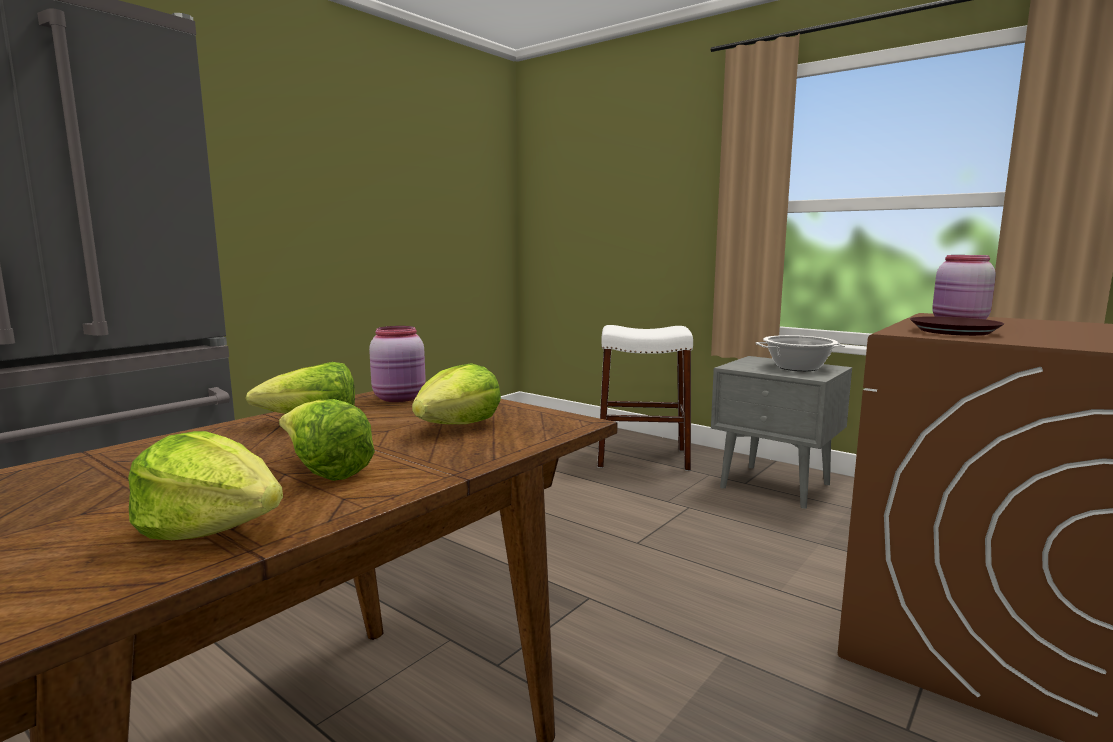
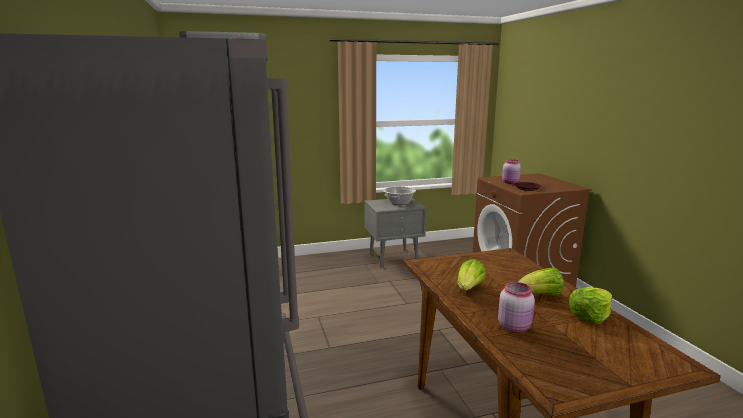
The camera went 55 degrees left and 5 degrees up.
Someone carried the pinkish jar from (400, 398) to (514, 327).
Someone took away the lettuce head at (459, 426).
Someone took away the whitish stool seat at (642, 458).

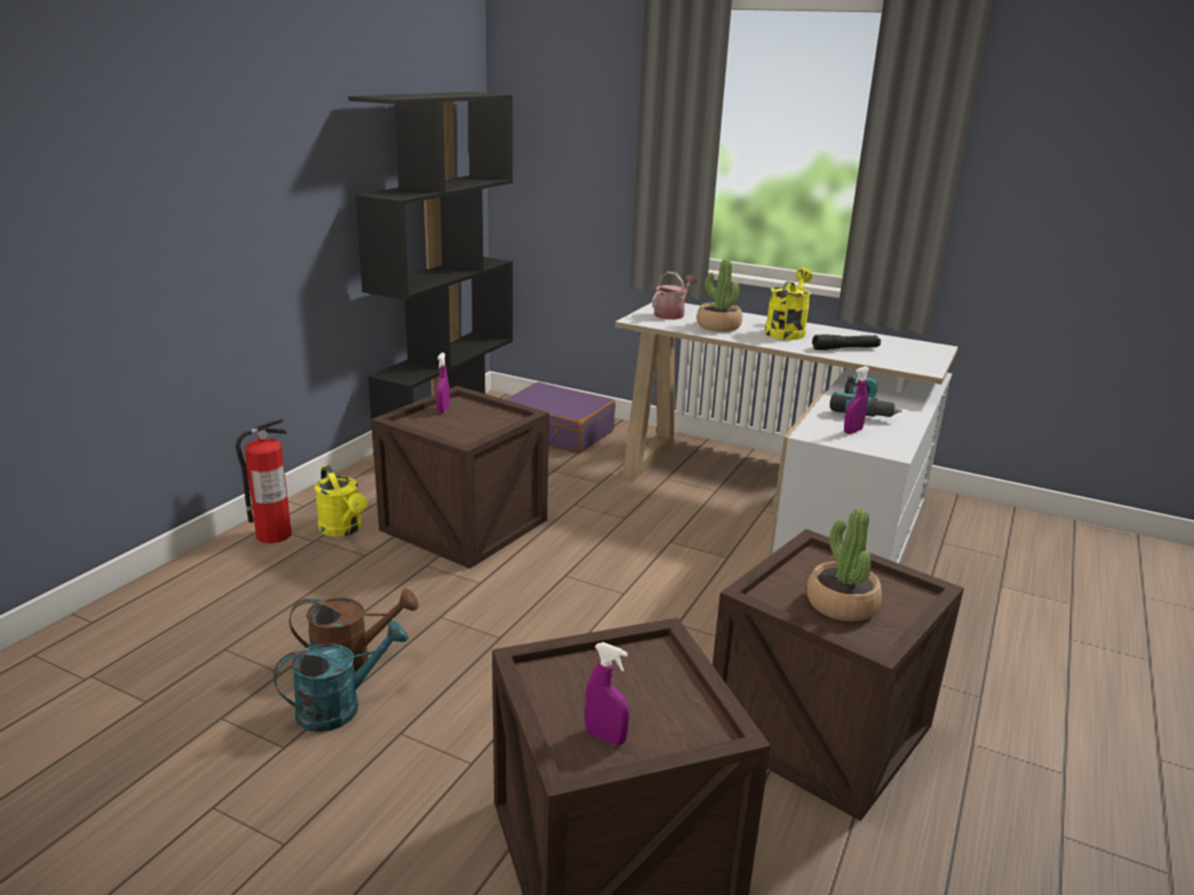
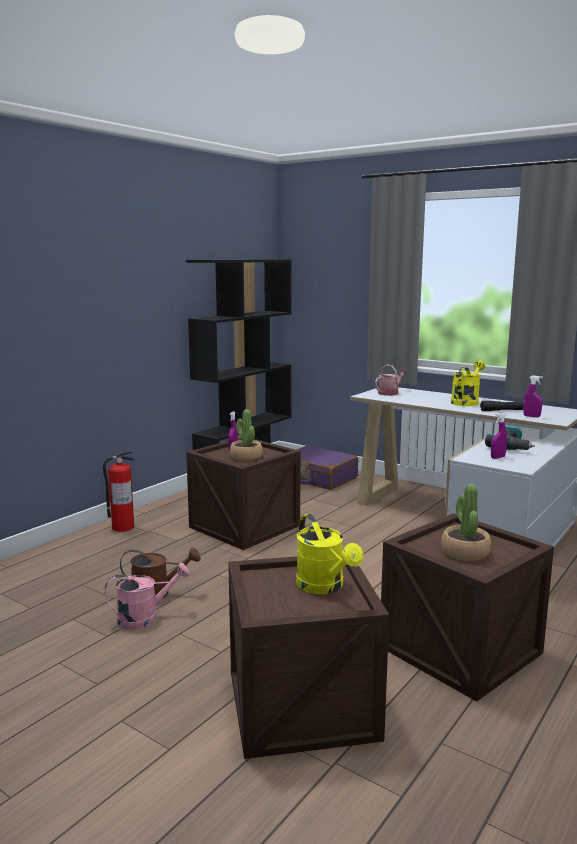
The camera went 10 degrees right and 10 degrees down.
Someone repainted the turquoise-coloured watering can at (340, 707), which became the pinkish watering can at (145, 617).
Someone carried the yellow watering can from (344, 529) to (325, 587).
Someone carried the purple spray bottle from (605, 737) to (531, 416).
Someone carried the houseplant from (718, 326) to (246, 457).

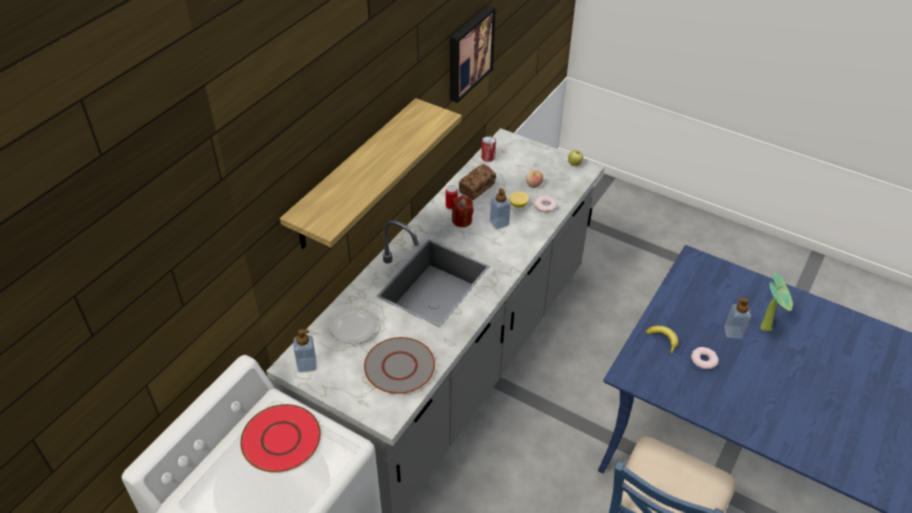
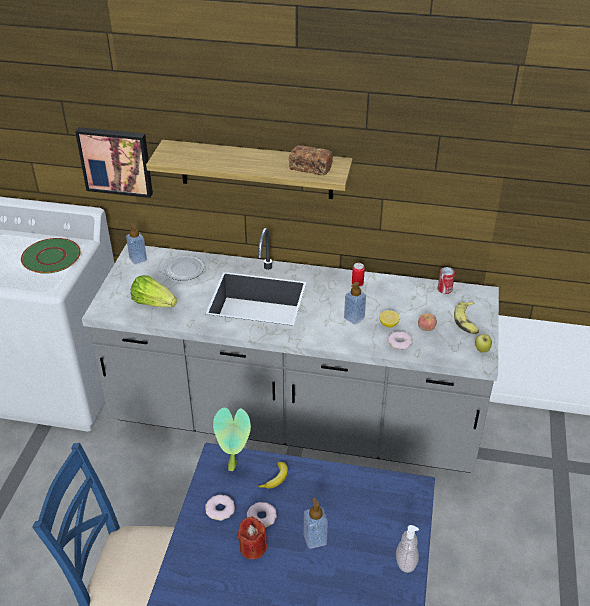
The camera went 70 degrees right and 5 degrees down.
Someone repainted the reddish flat dish at (281, 439), which became the green flat dish at (51, 257).
Someone swapped the grey flat dish at (399, 366) for the lettuce head at (153, 303).
Someone carried the wall picture from (468, 53) to (116, 160).
Someone carried the reddish wax candle from (462, 220) to (252, 548).
Someone carried the bread from (477, 188) to (310, 168).
Someone carried the houseplant from (767, 327) to (234, 467).
Someone put down the doughnut at (220, 509).
Someone put down the soap bottle at (406, 562).
Someone put down the banana fruit at (467, 321).

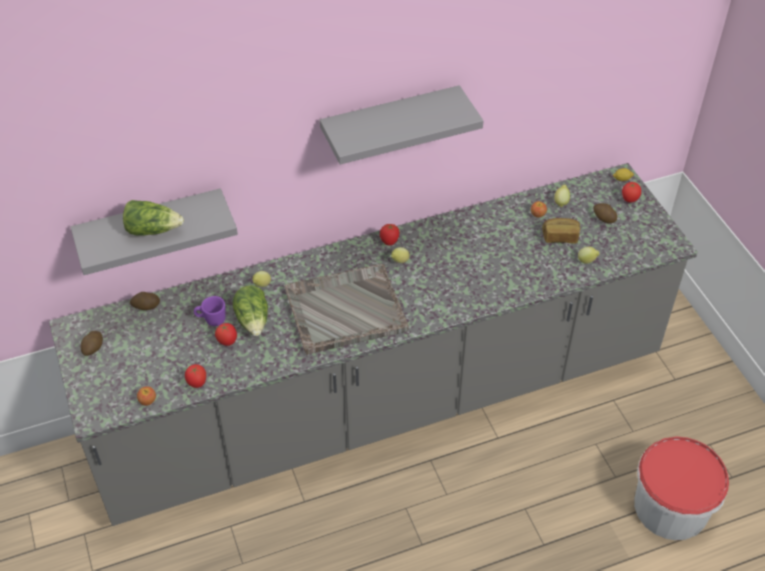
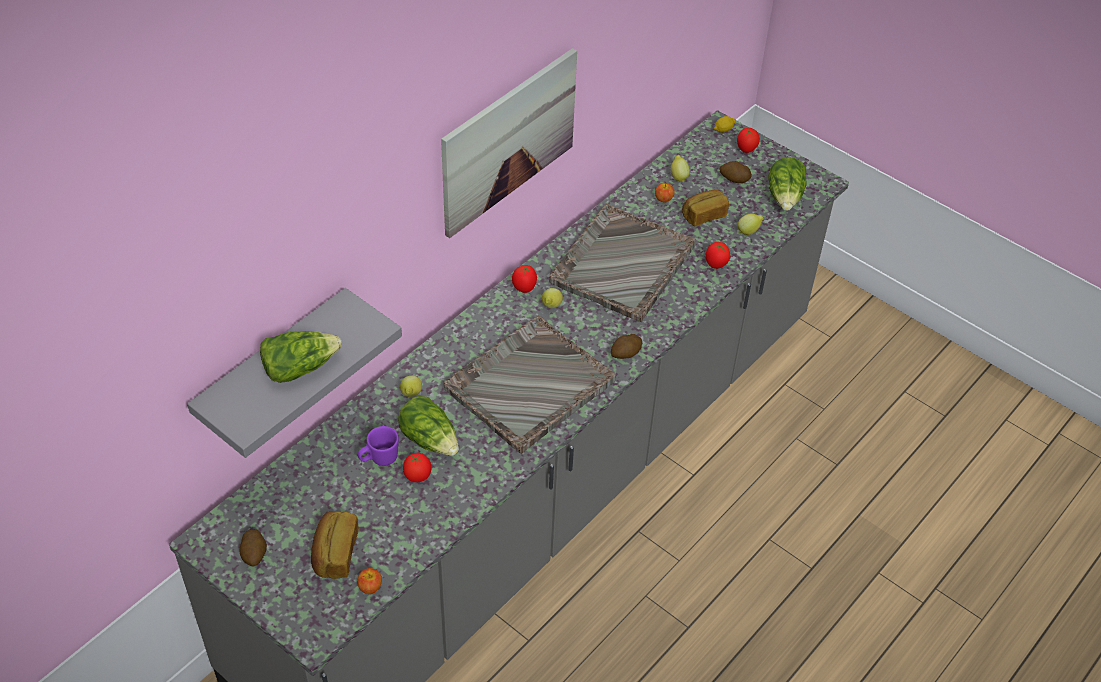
The camera went 30 degrees left and 0 degrees up.
Someone carried the potato from (146, 306) to (625, 354).
Someone carried the whole tomato from (197, 383) to (715, 265).
Someone swapped the grey shelf at (390, 124) for the wall picture at (508, 141).
Someone took away the pail at (671, 507).
Someone put down the bread at (335, 554).
Someone put down the grey tray at (621, 265).
Someone put down the lettuce head at (785, 197).

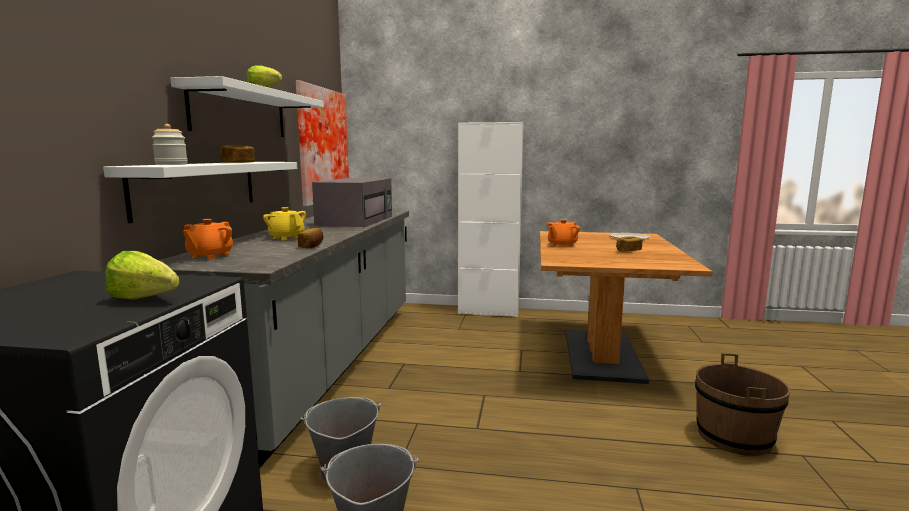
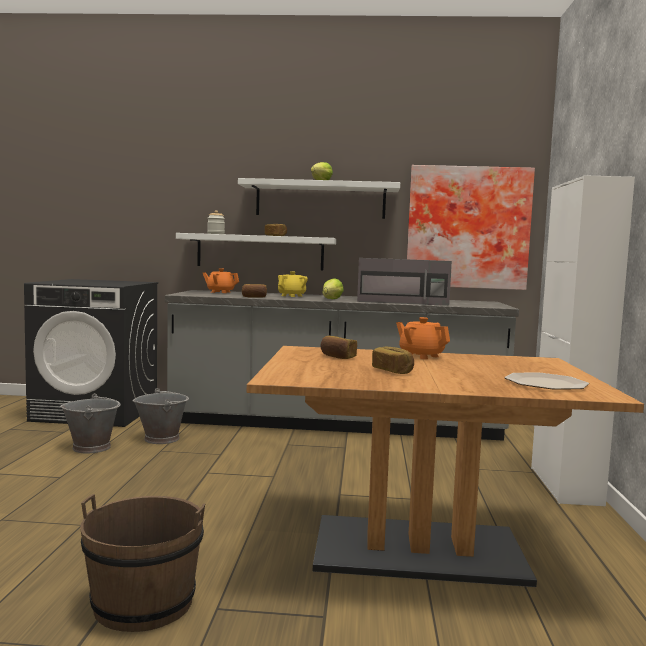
The camera went 85 degrees right and 5 degrees down.
Someone carried the lettuce head from (149, 300) to (329, 300).
Someone put down the bread at (337, 357).

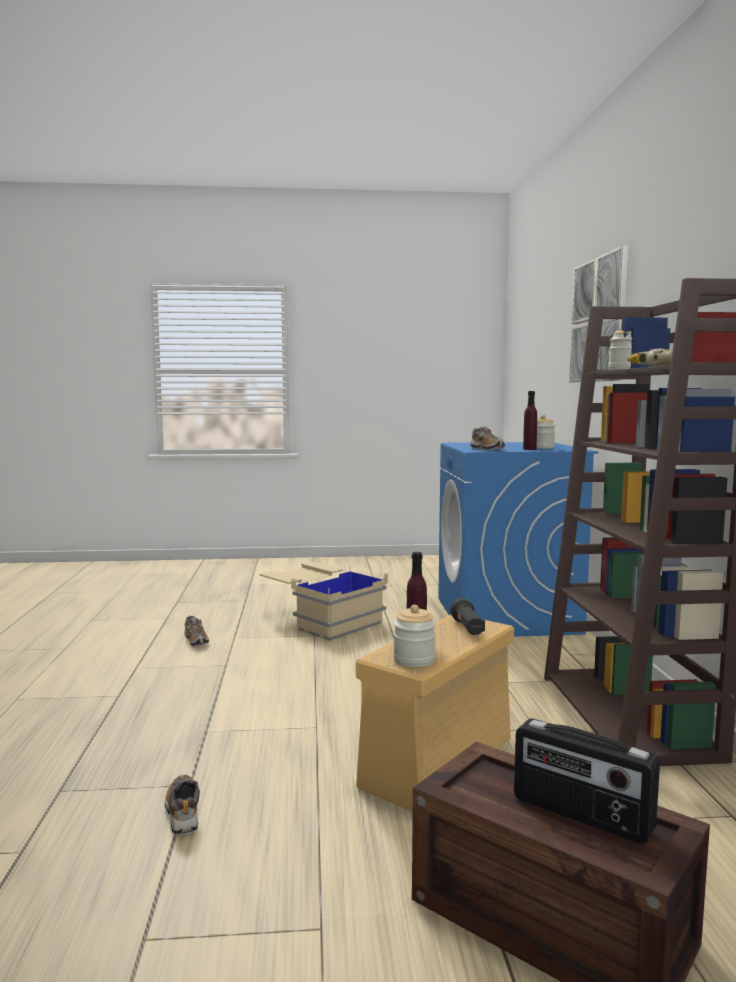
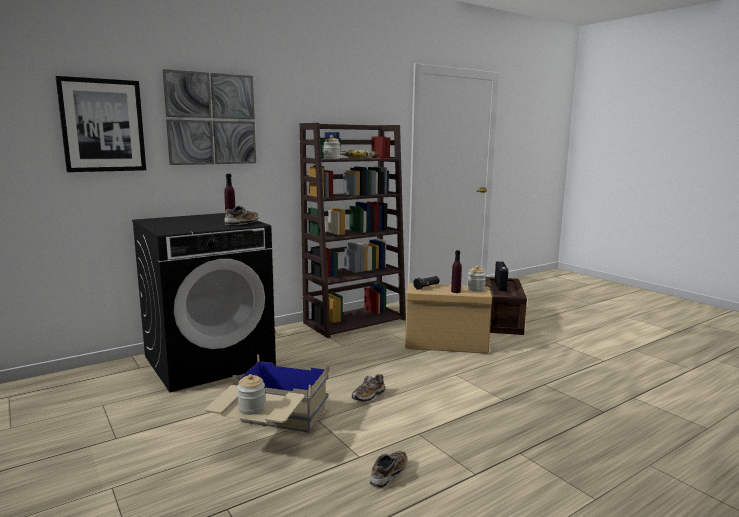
The camera went 120 degrees left and 5 degrees up.
Someone carried the shoe from (183, 813) to (368, 396).
Someone repainted the bluish laundry appliance at (507, 616), which became the blackish laundry appliance at (209, 360).
Someone carried the jar from (542, 447) to (251, 408).
Someone put up the wall picture at (103, 125).

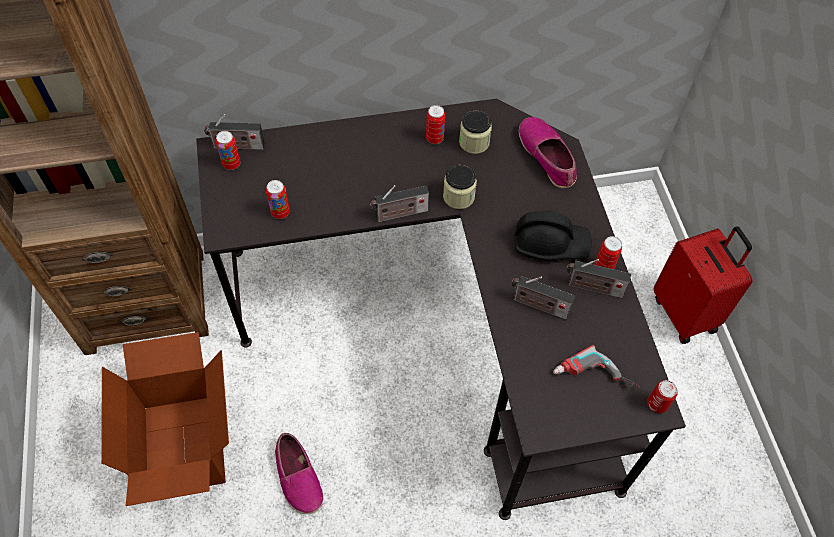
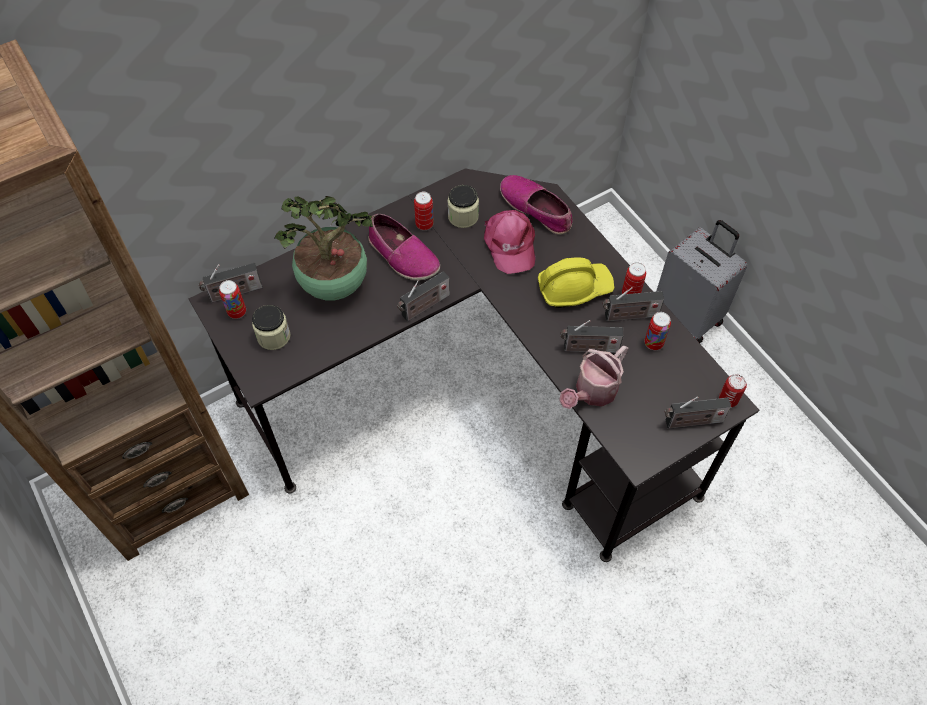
The camera went 20 degrees left and 0 degrees up.
Someone took away the cardboard box at (186, 445).
Someone carried the metal can from (280, 212) to (653, 343).
Someone carried the shoe from (298, 477) to (403, 256).
Someone carried the jar from (458, 196) to (273, 336).
Someone repainted the blackish hard hat at (550, 243), which became the yellow hard hat at (574, 288).
Someone took away the power drill at (593, 380).
Someone repainted the reddish piece of luggage at (685, 313), which became the grey piece of luggage at (688, 315).
Someone put down the houseplant at (336, 285).
Someone put down the pinkish baseball cap at (509, 244).
Someone put down the watering can at (592, 392).
Someone put down the radio receiver at (691, 422).

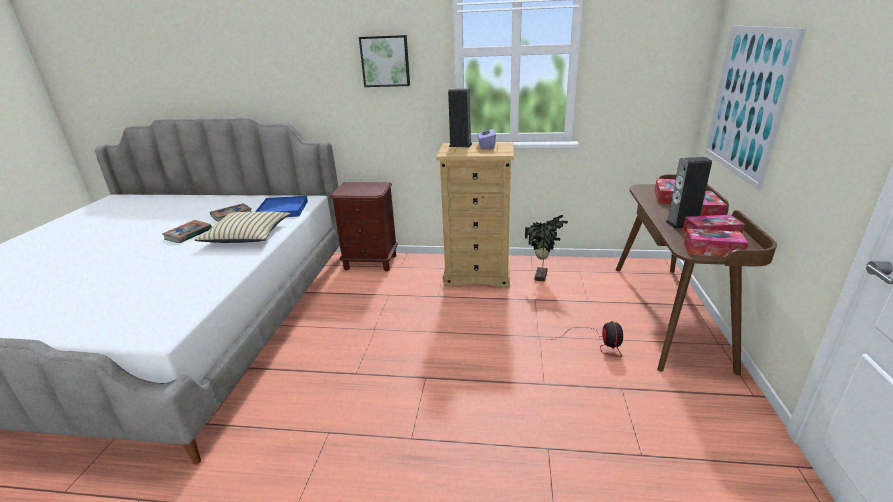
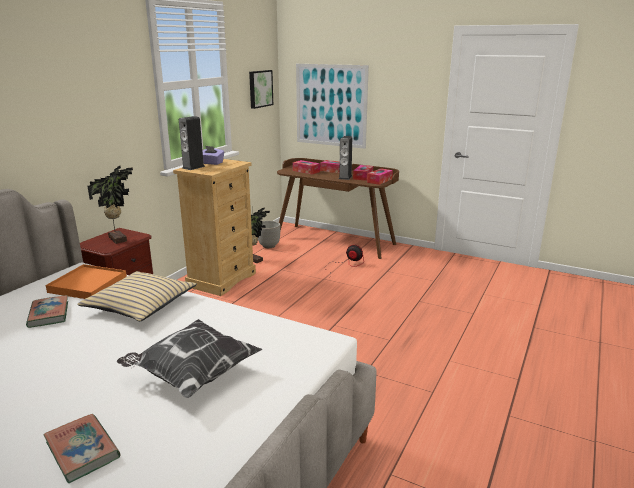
The camera went 70 degrees left and 5 degrees down.
Someone carried the volume from (188, 234) to (82, 450).
Someone repainted the bluish tray at (282, 210), which became the orange-coloured tray at (87, 285).
Someone carried the wall picture from (385, 61) to (260, 88).
Someone put down the houseplant at (119, 239).
Someone put down the throw pillow at (192, 375).
Someone put down the flower pot at (269, 246).

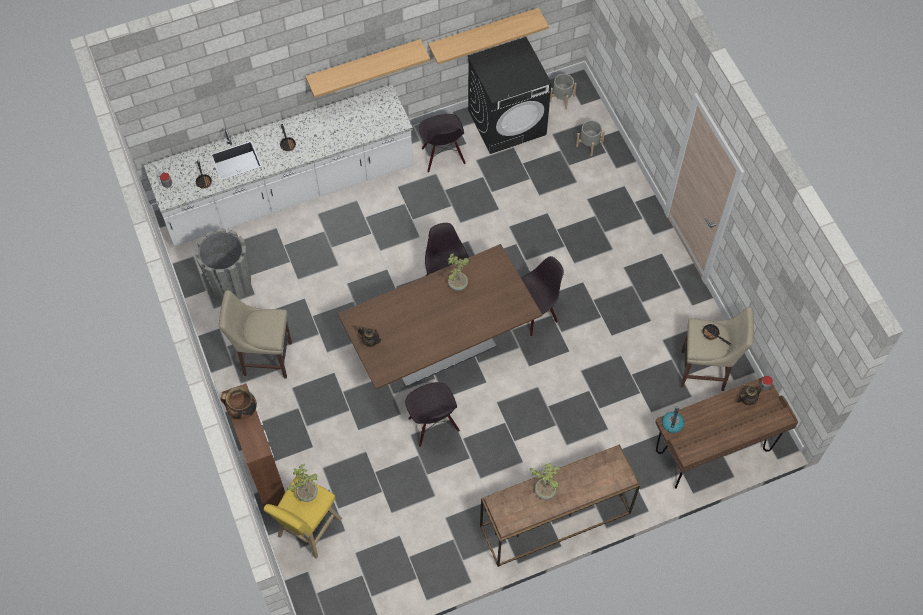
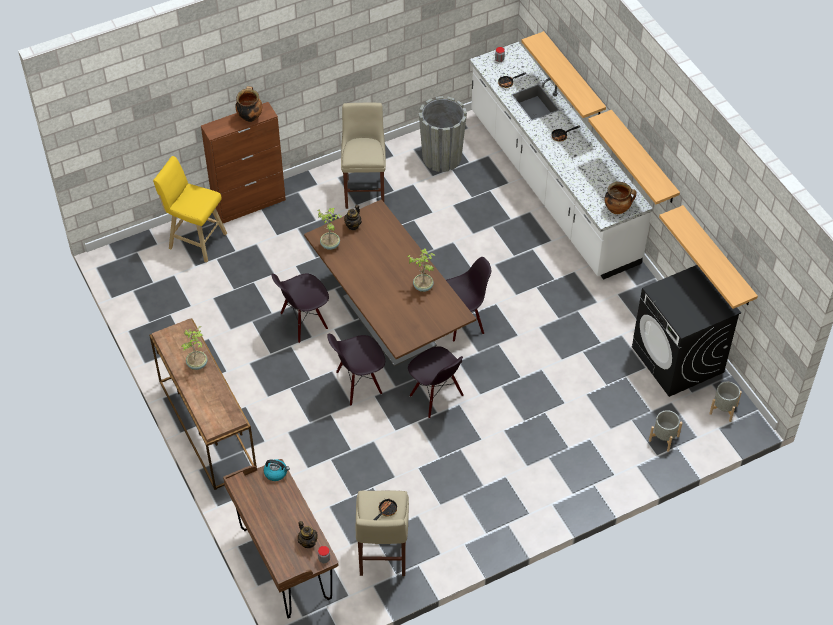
The camera went 85 degrees right and 10 degrees down.
Someone carried the houseplant from (307, 493) to (330, 244).
Someone carried the blackish upright chair from (442, 156) to (358, 384).
Someone put up the shelf at (573, 76).
Someone put down the cooking pot at (617, 209).

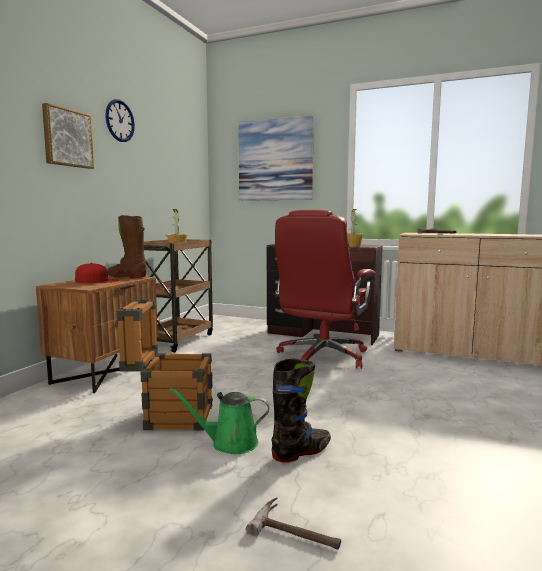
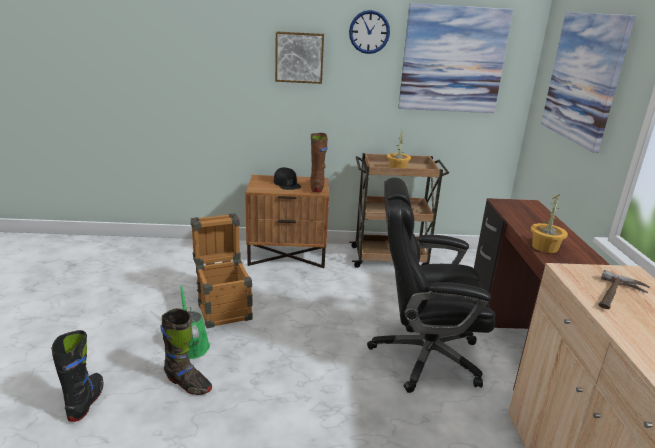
The camera went 65 degrees right and 15 degrees up.
Someone repainted the reddish baseball cap at (97, 281), which became the blackish baseball cap at (287, 184).
Someone swapped the tool hammer at (297, 530) for the blackish tall boot at (86, 401).
Someone repainted the reddish office chair at (322, 357), which became the blackish office chair at (423, 356).
Someone put up the wall picture at (453, 60).

